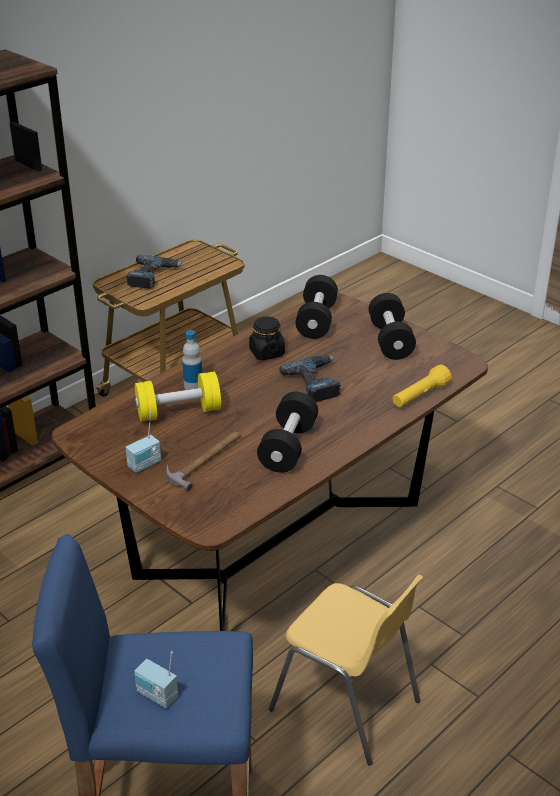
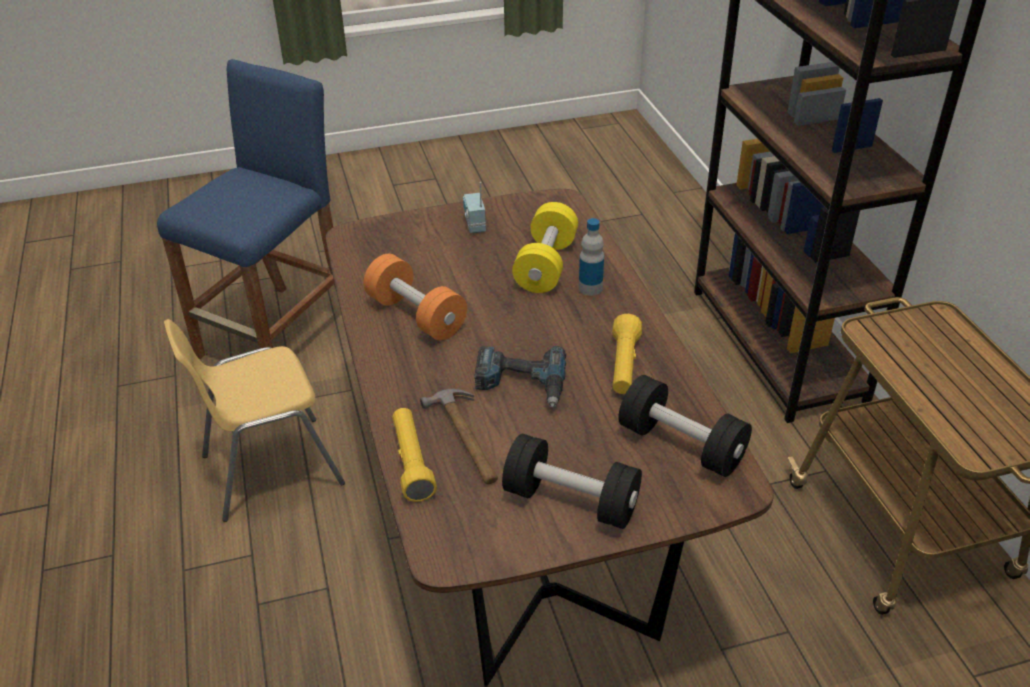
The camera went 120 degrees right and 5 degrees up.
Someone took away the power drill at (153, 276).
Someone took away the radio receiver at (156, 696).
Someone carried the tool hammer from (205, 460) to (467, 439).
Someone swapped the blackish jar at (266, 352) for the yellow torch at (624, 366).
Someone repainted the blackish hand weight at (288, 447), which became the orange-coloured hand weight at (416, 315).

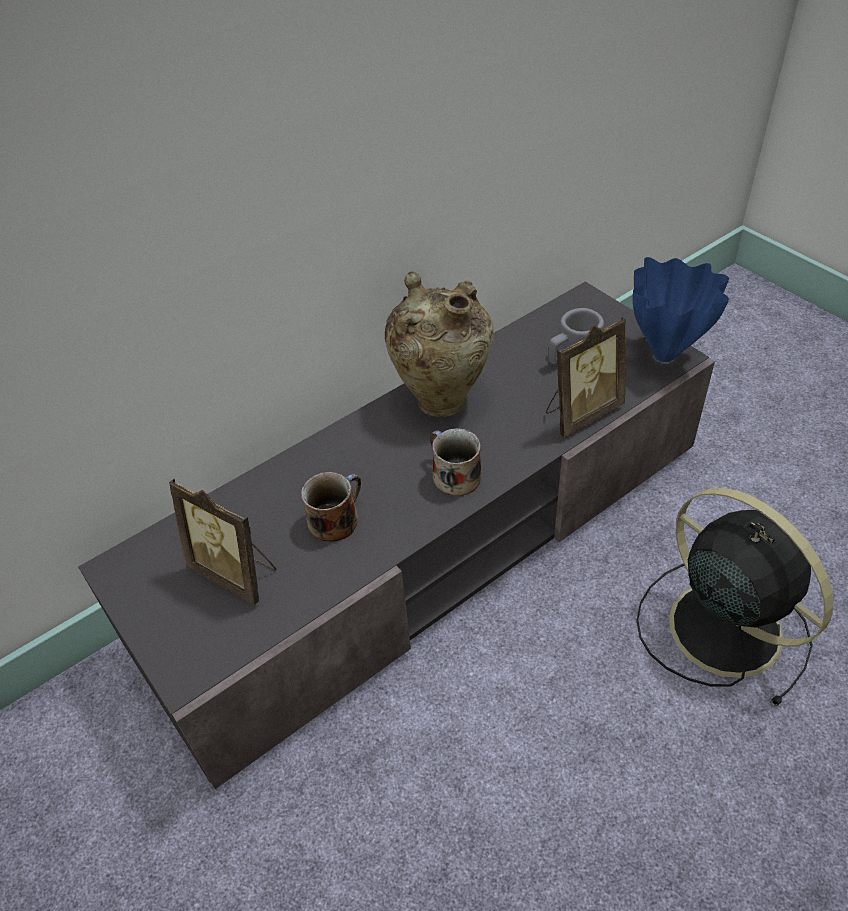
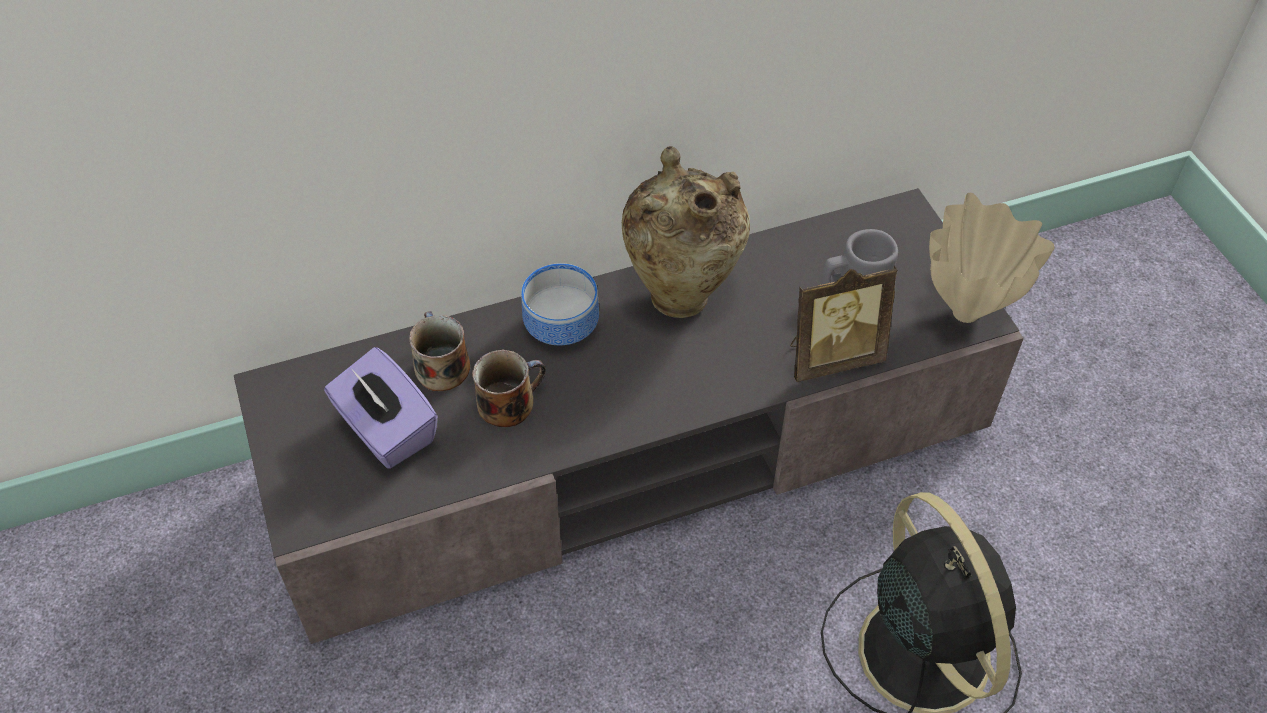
The camera went 15 degrees right and 5 degrees up.
Someone swapped the standing frame at (236, 572) for the purple tissue holder at (386, 430).
Someone carried the mug from (454, 476) to (441, 366).
Someone repainted the bluish flower vase at (665, 356), which became the sand-coloured flower vase at (966, 315).
Someone put down the bowl at (565, 326).

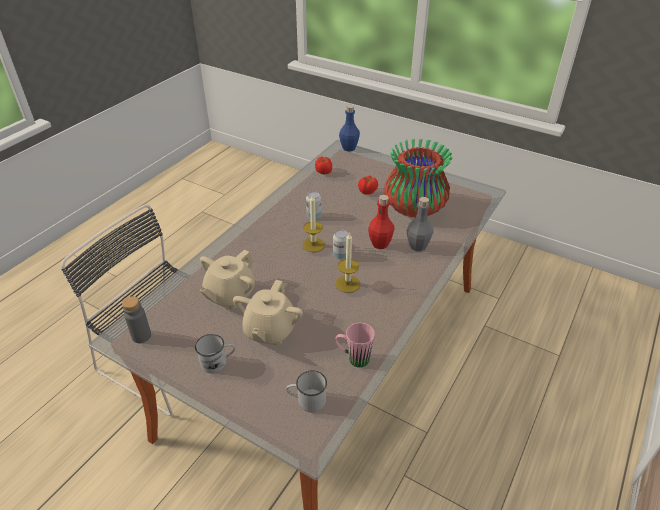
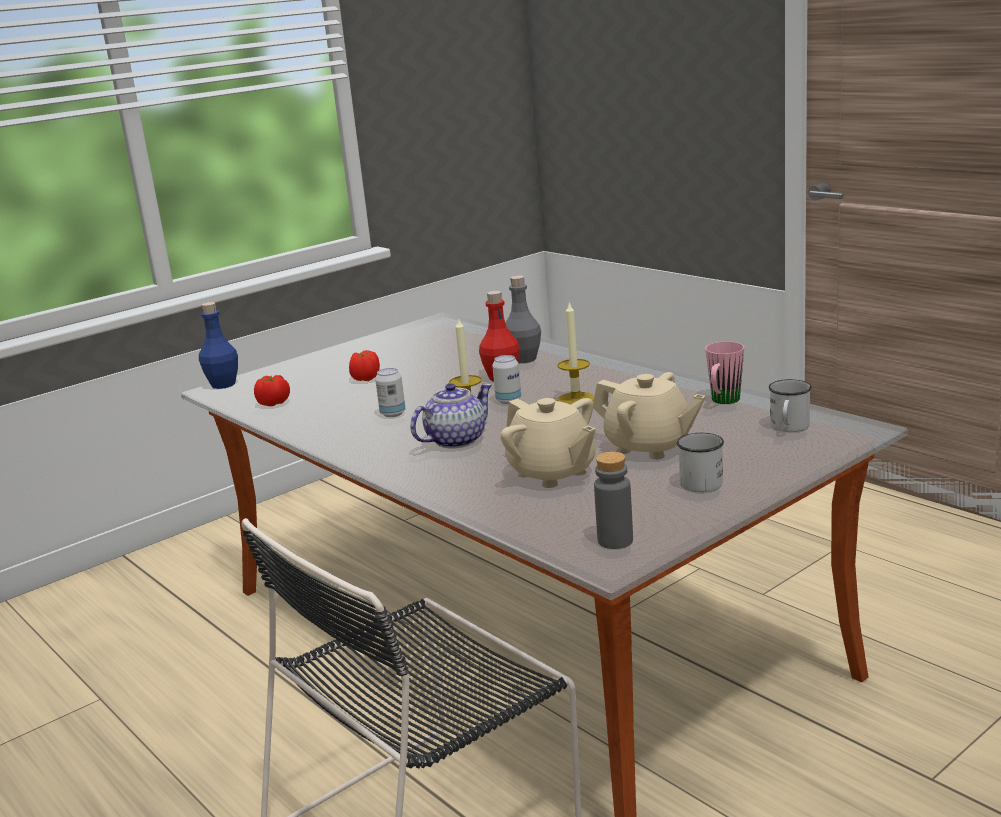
The camera went 70 degrees left and 20 degrees down.
Someone took away the flower vase at (414, 208).
Someone put down the teapot at (455, 440).

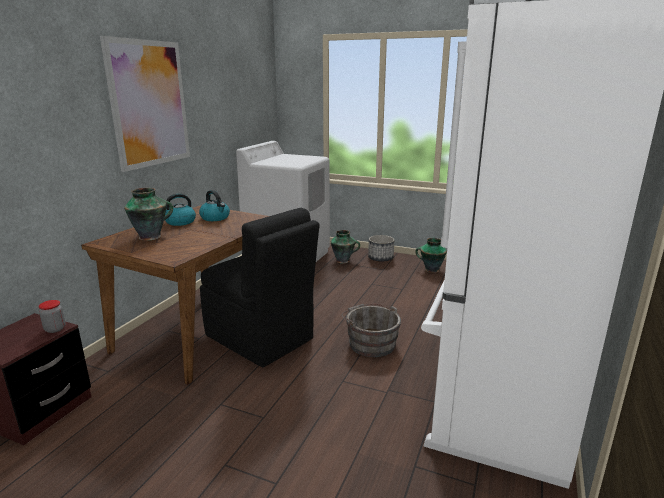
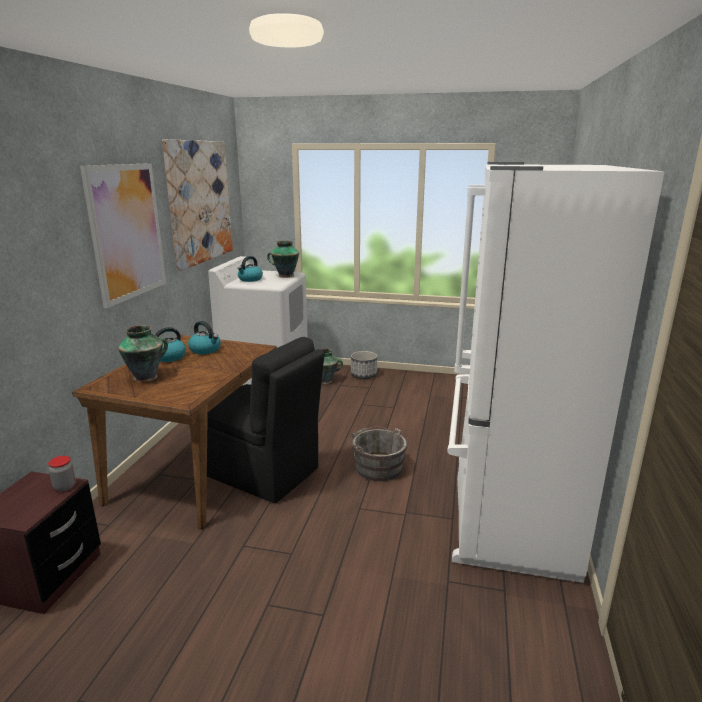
The camera went 10 degrees left and 0 degrees up.
Someone carried the flower vase from (431, 270) to (285, 276).
Someone put up the wall picture at (199, 202).
Someone put down the tea kettle at (250, 279).

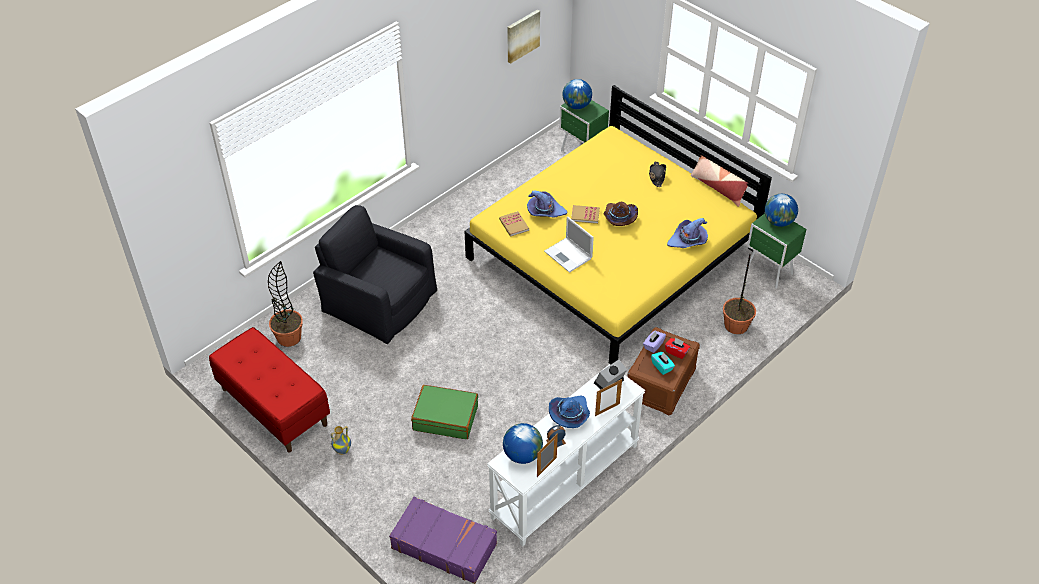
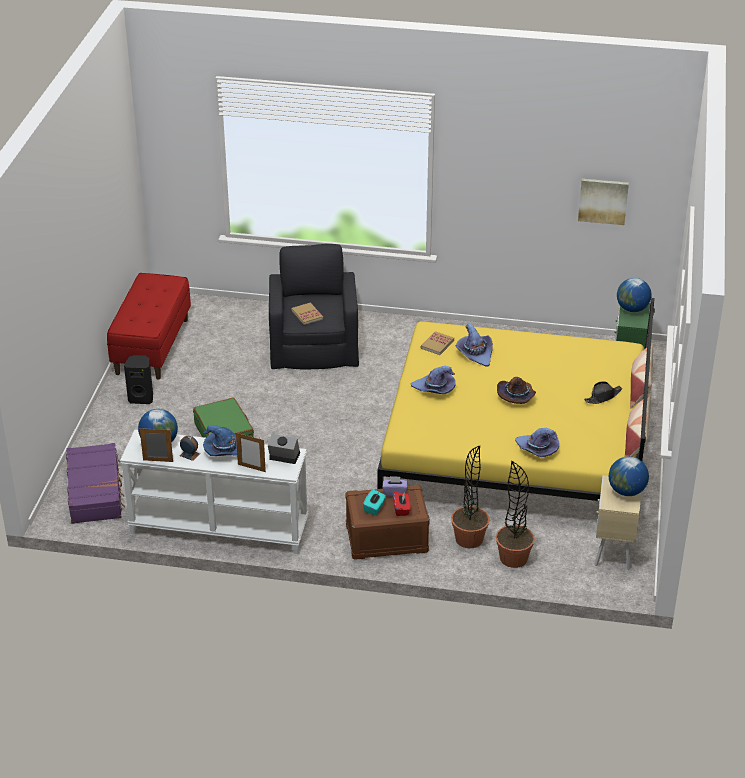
The camera went 55 degrees right and 10 degrees down.
Someone carried the houseplant from (289, 337) to (469, 539).
Someone swapped the flower vase at (342, 450) for the blackish speaker at (141, 398).
Someone swapped the notebook computer at (569, 255) for the purple hat at (435, 389).
Someone carried the volume from (585, 215) to (307, 315).
Someone repainted the green bedside table at (769, 272), which became the sand-coloured bedside table at (612, 553).
Someone put down the throw pillow at (640, 387).

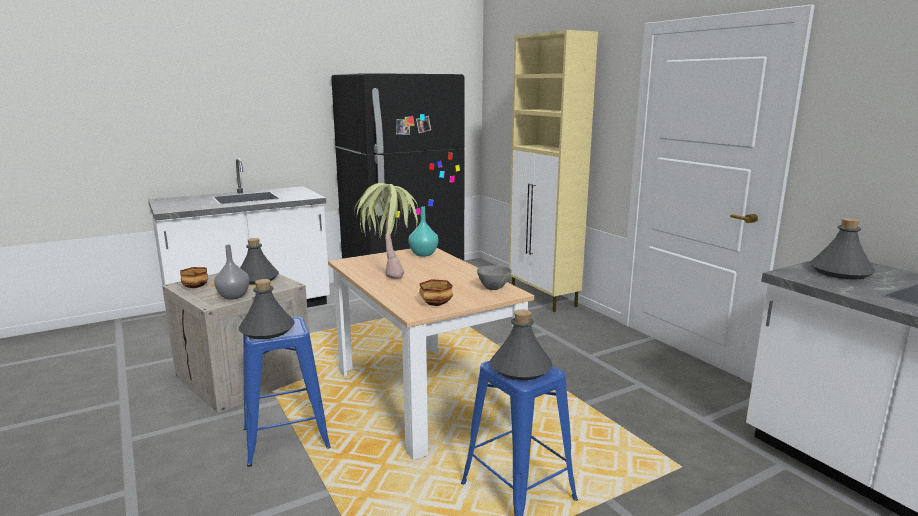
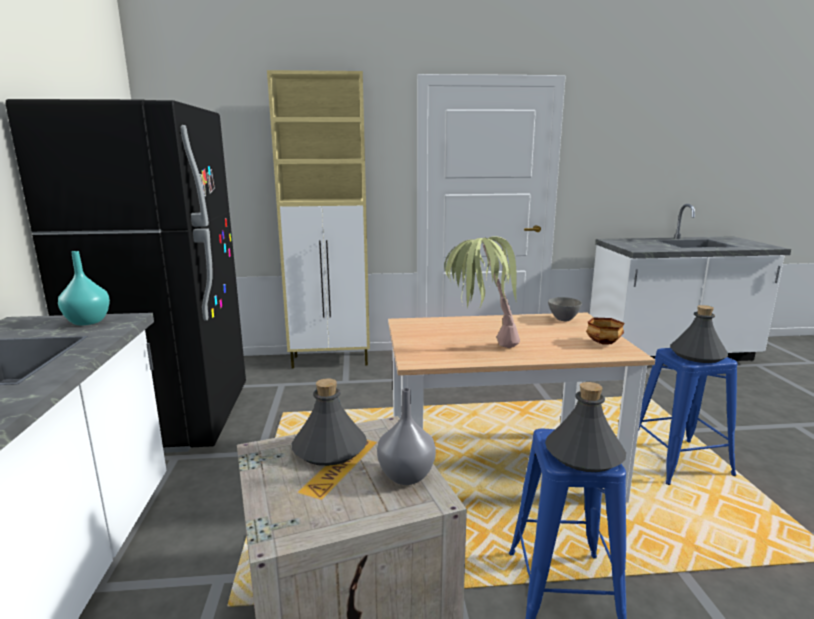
The camera went 65 degrees left and 0 degrees up.
Someone took away the bowl at (195, 286).
Someone carried the turquoise-coloured flower vase from (424, 254) to (89, 321).
Someone took away the grey drink bottle at (840, 272).

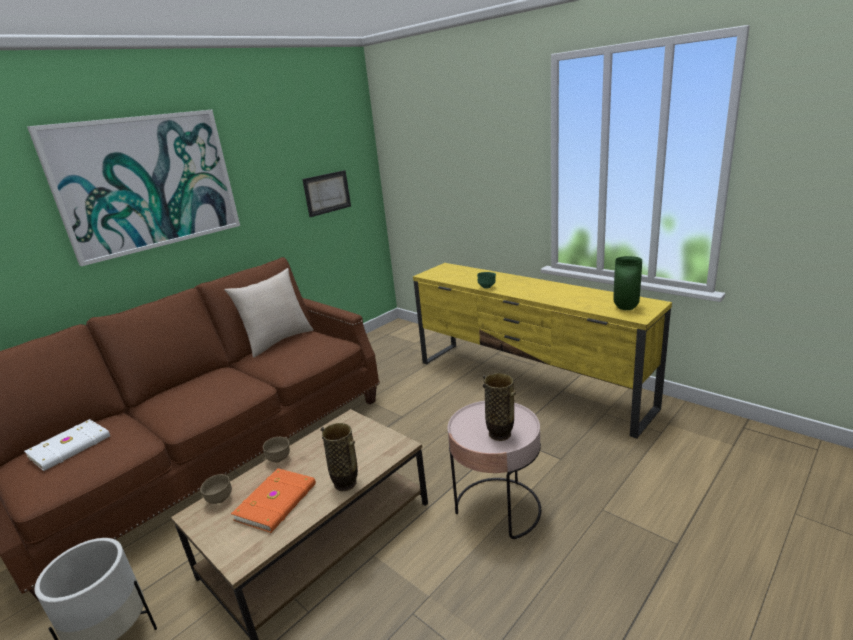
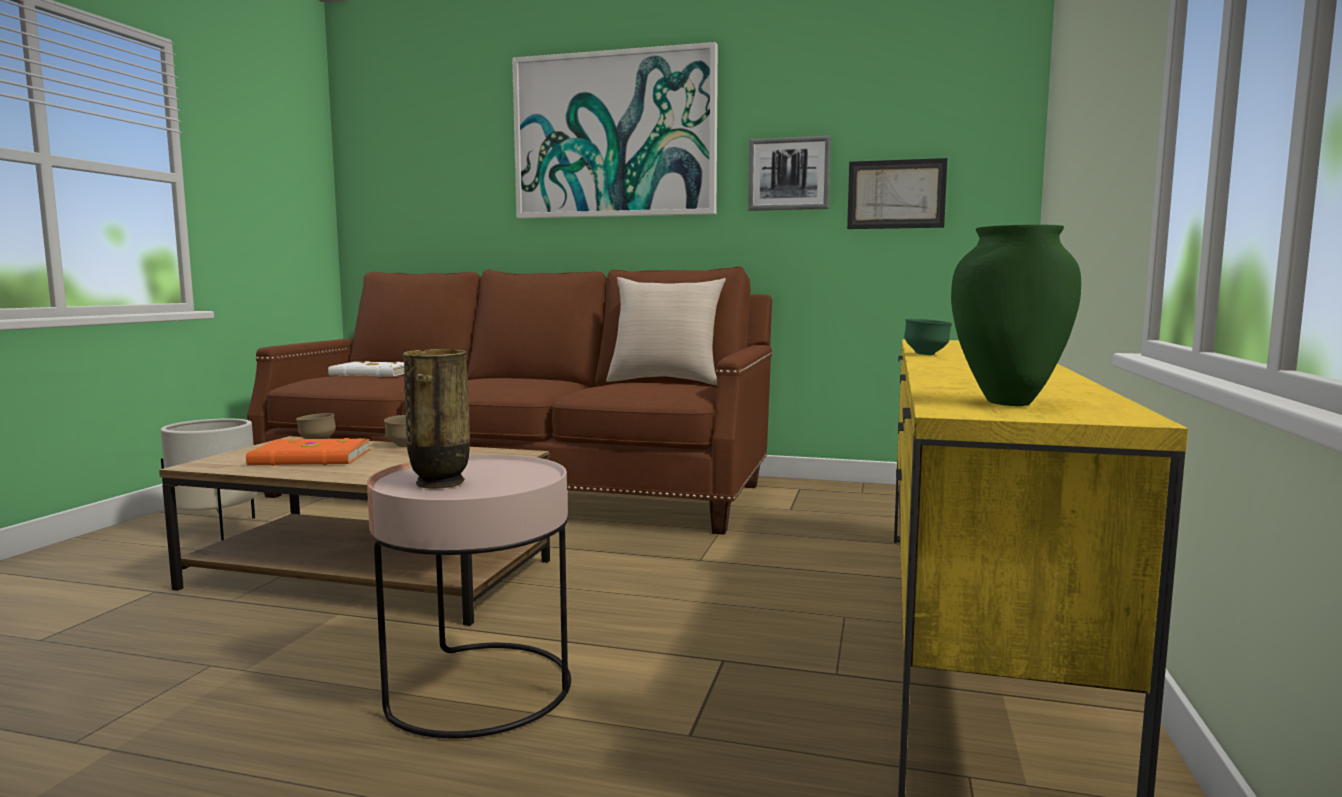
The camera went 60 degrees right and 15 degrees down.
Someone took away the flower vase at (345, 483).
Someone put up the wall picture at (789, 174).

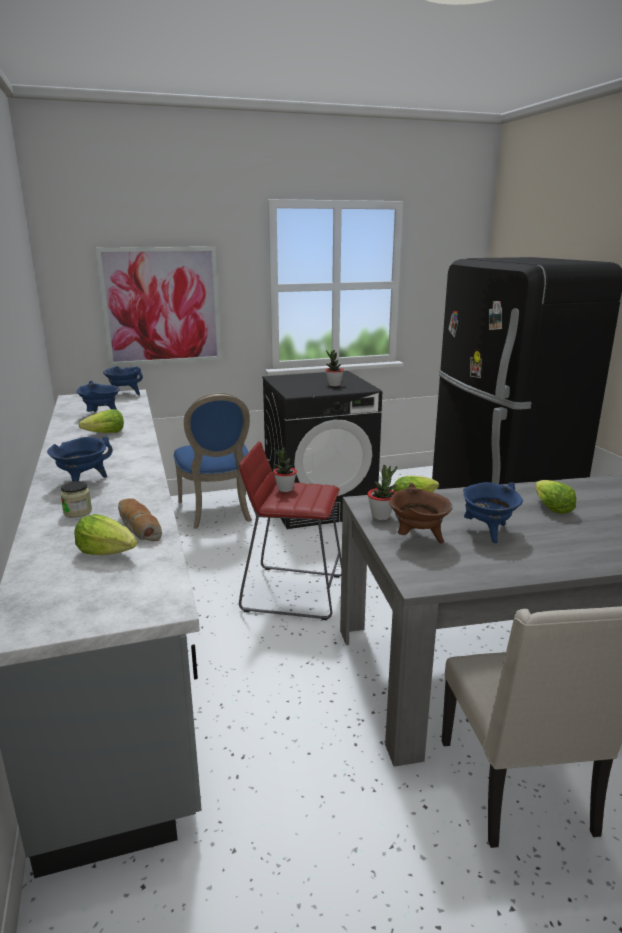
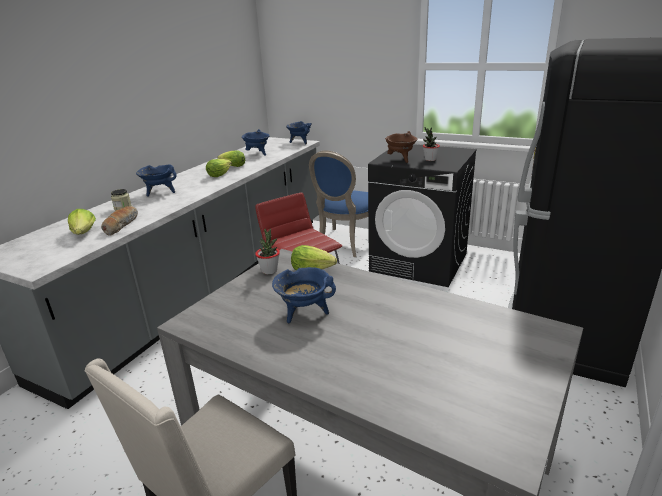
The camera went 45 degrees right and 5 degrees up.
Someone took away the wall picture at (161, 306).
Someone took away the houseplant at (285, 489).
Someone carried the brown-coloured cooking pot from (418, 538) to (400, 160).
Someone carried the lettuce head from (551, 508) to (219, 175).

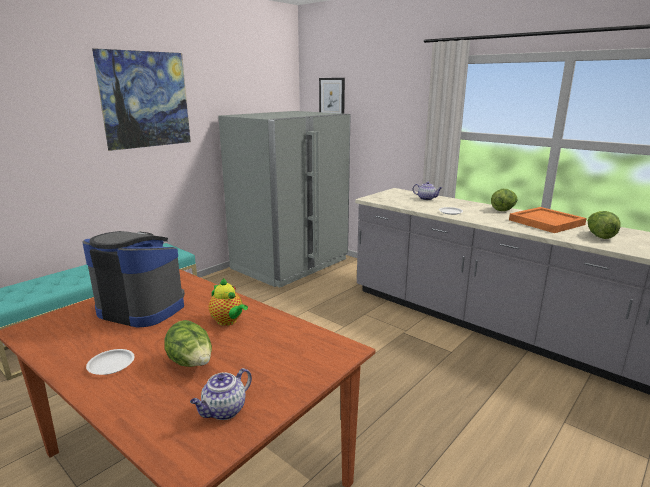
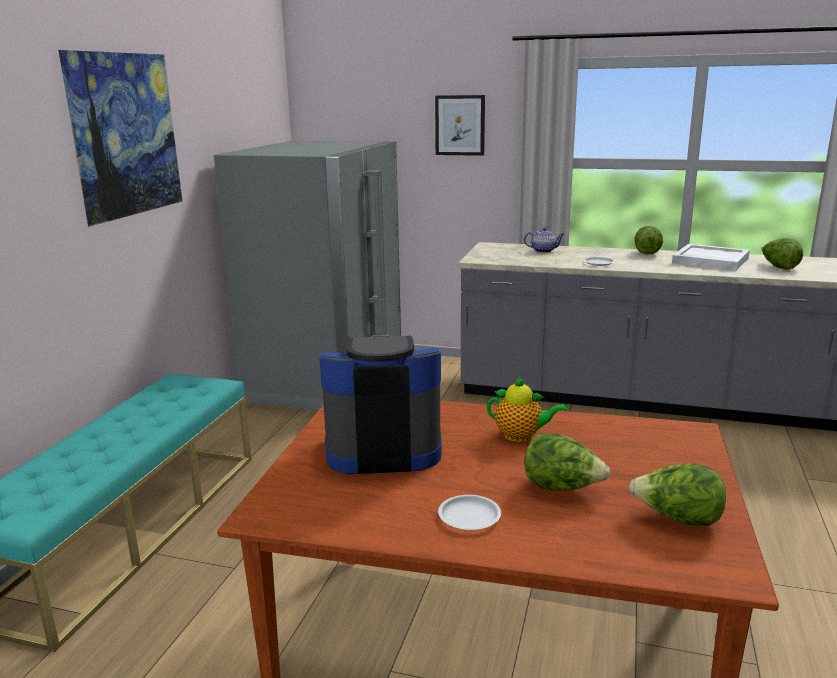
The camera went 25 degrees left and 0 degrees up.
Someone swapped the teapot at (224, 411) for the lettuce head at (677, 519).
Someone carried the wall picture from (332, 97) to (460, 125).
Someone repainted the orange-coloured tray at (545, 222), which became the whitish tray at (709, 260).

